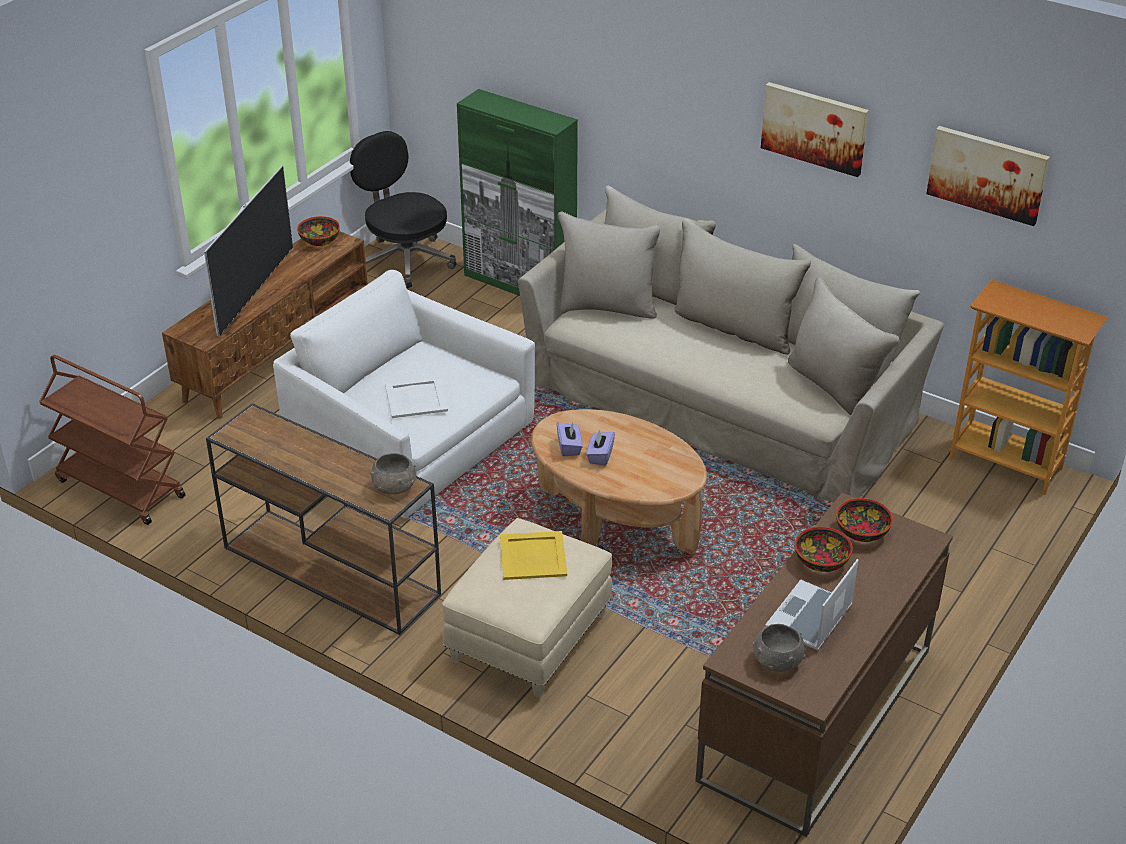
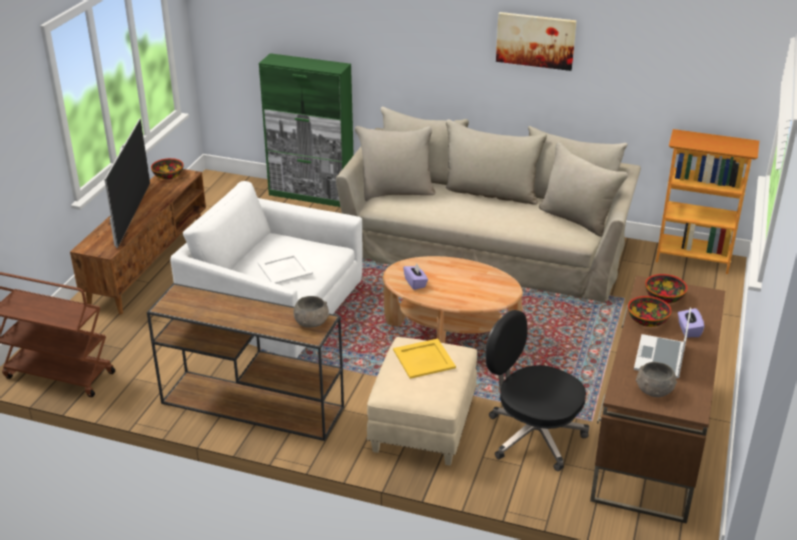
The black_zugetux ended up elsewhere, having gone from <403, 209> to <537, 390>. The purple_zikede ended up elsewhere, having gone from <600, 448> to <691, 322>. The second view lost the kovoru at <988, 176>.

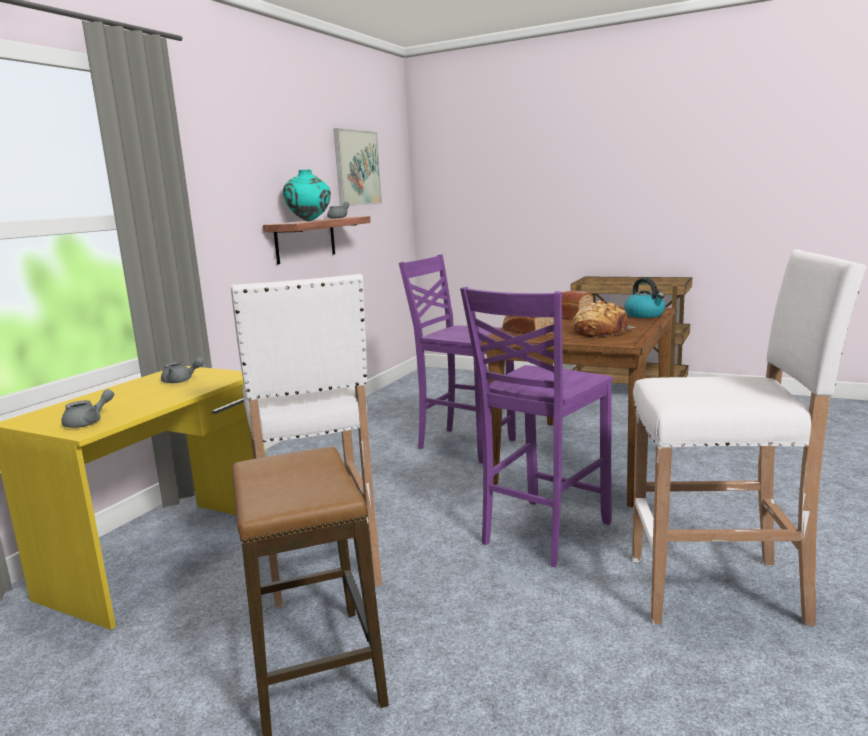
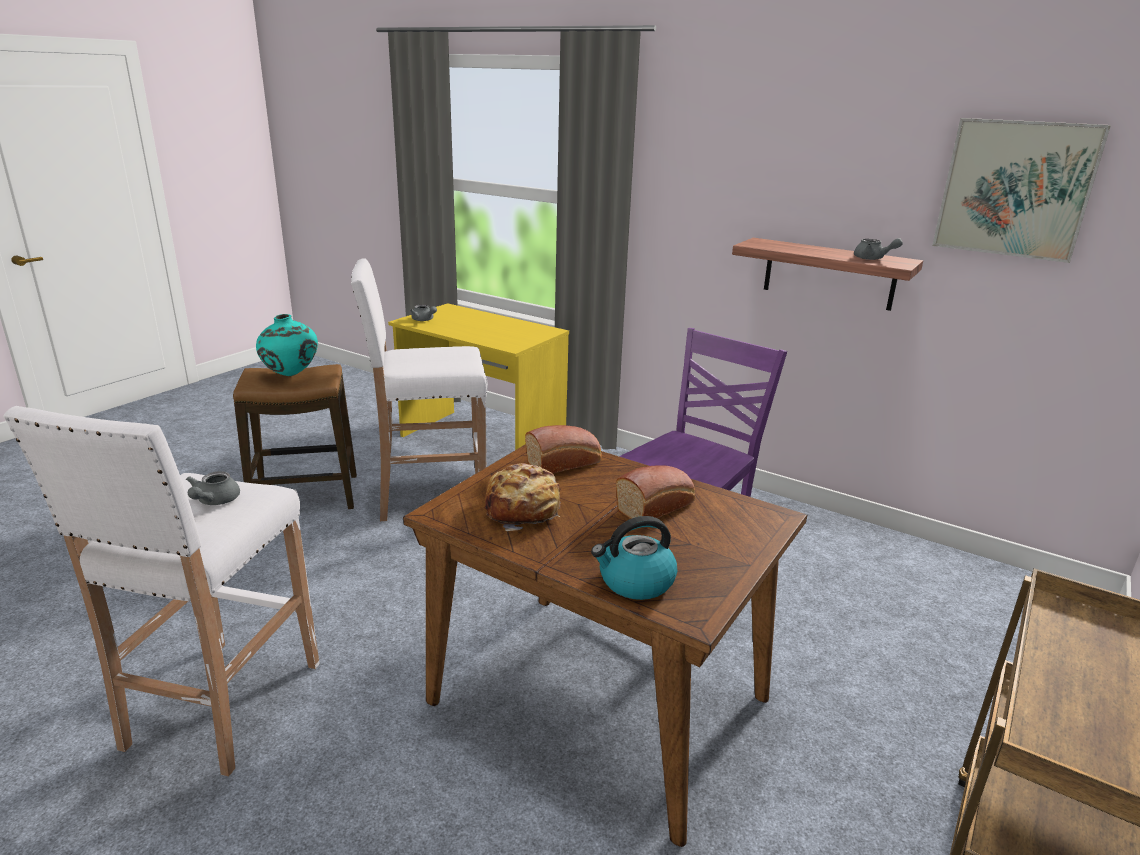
The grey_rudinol ended up elsewhere, having gone from <182, 370> to <213, 488>. The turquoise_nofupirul ended up elsewhere, having gone from <307, 195> to <287, 345>. The second view lost the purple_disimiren at <536, 427>.

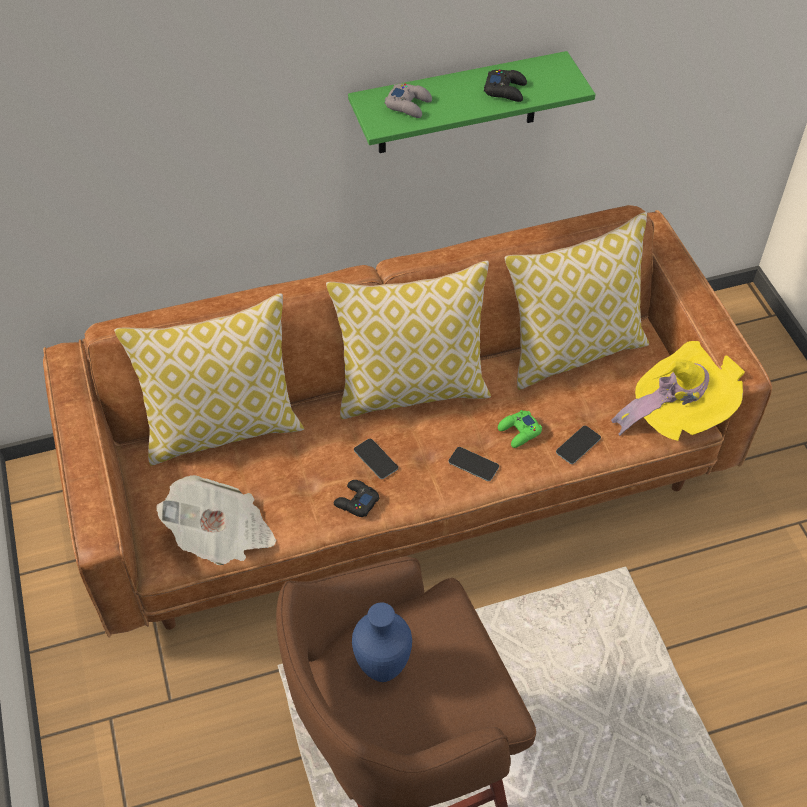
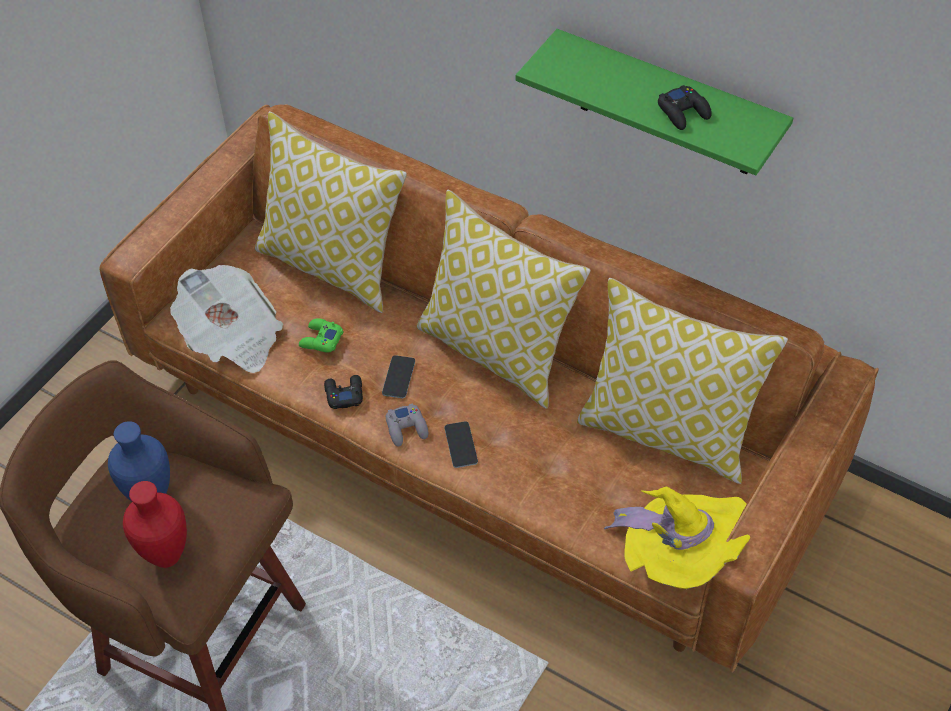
The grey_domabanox ended up elsewhere, having gone from <408, 100> to <407, 425>. The green_domabanox ended up elsewhere, having gone from <520, 429> to <321, 335>. The second view lost the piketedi at <578, 445>. The second view gained the red_nofupirul at <155, 524>.

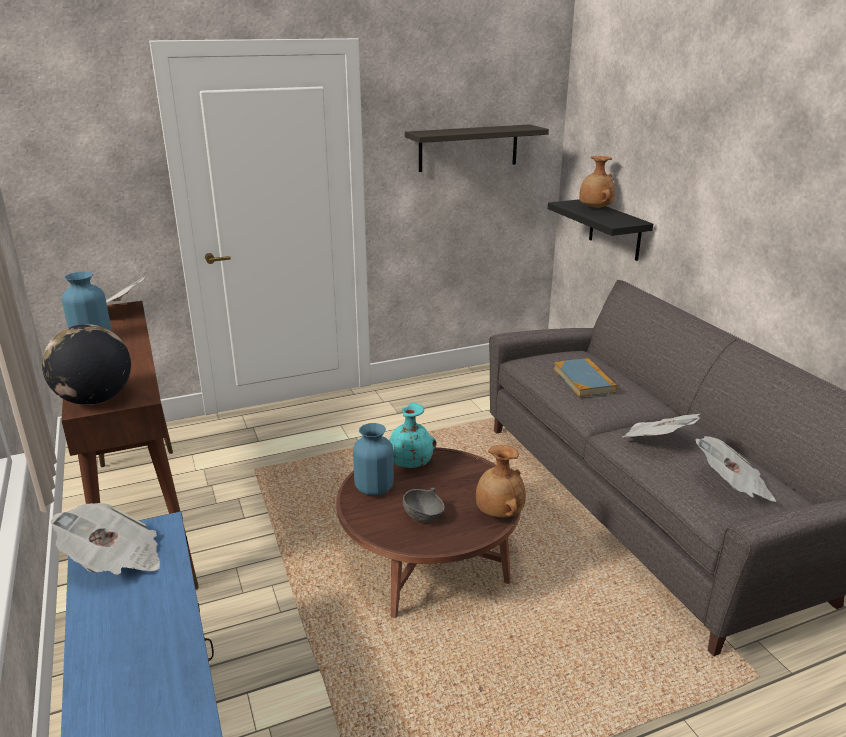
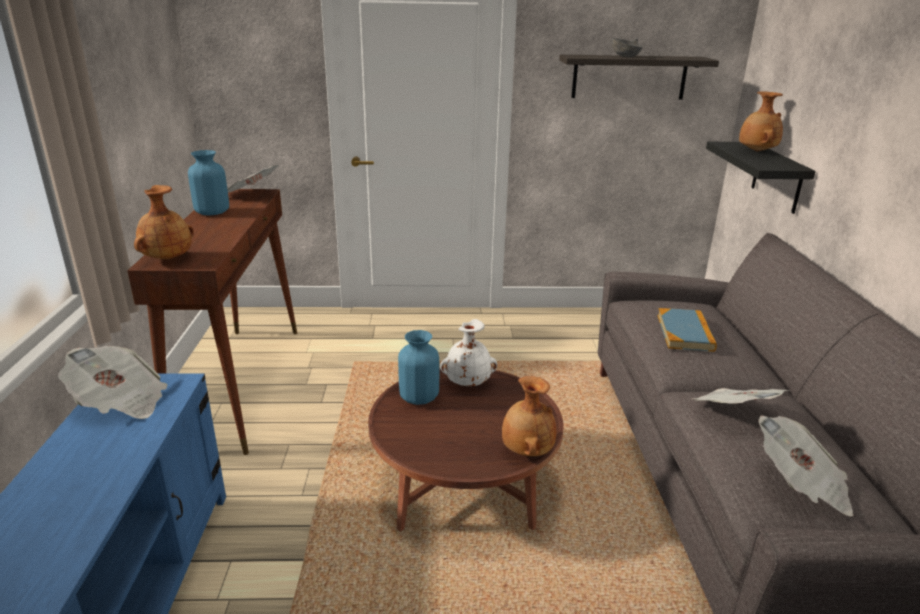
Where the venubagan stood at <86, 364>, the brown_nofupirul came to stand at <164, 222>. What was the turquoise_nofupirul at <413, 435> turned into the white_nofupirul at <468, 352>. The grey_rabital ended up elsewhere, having gone from <423, 504> to <627, 47>.

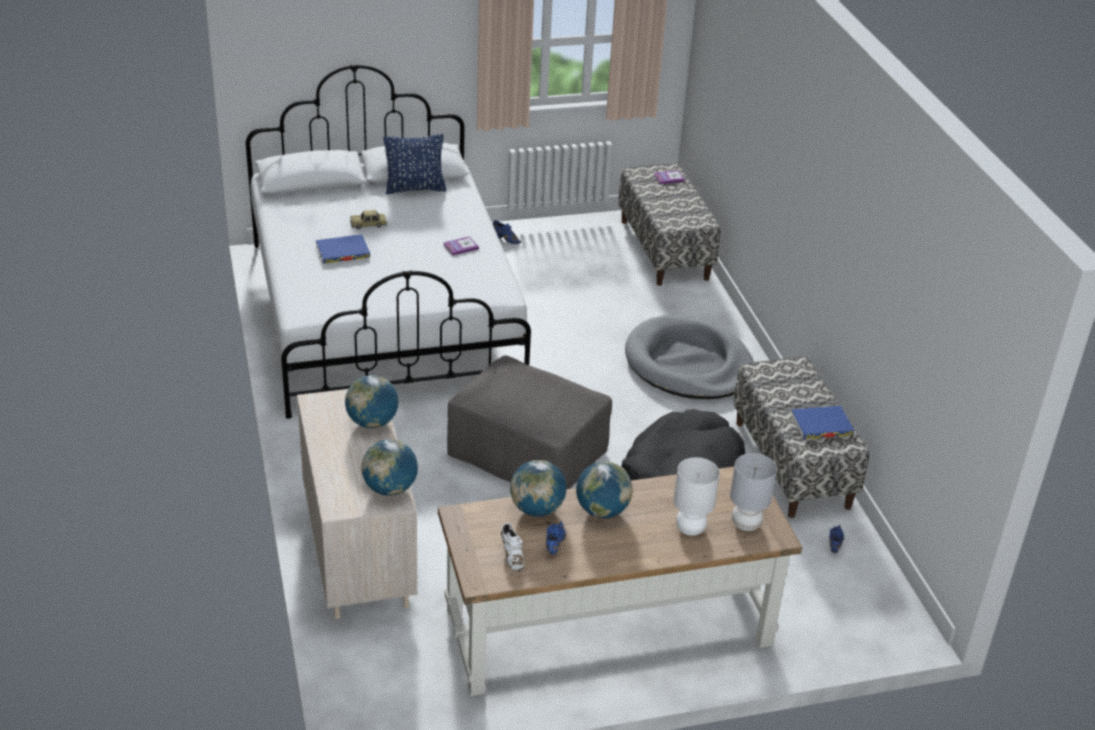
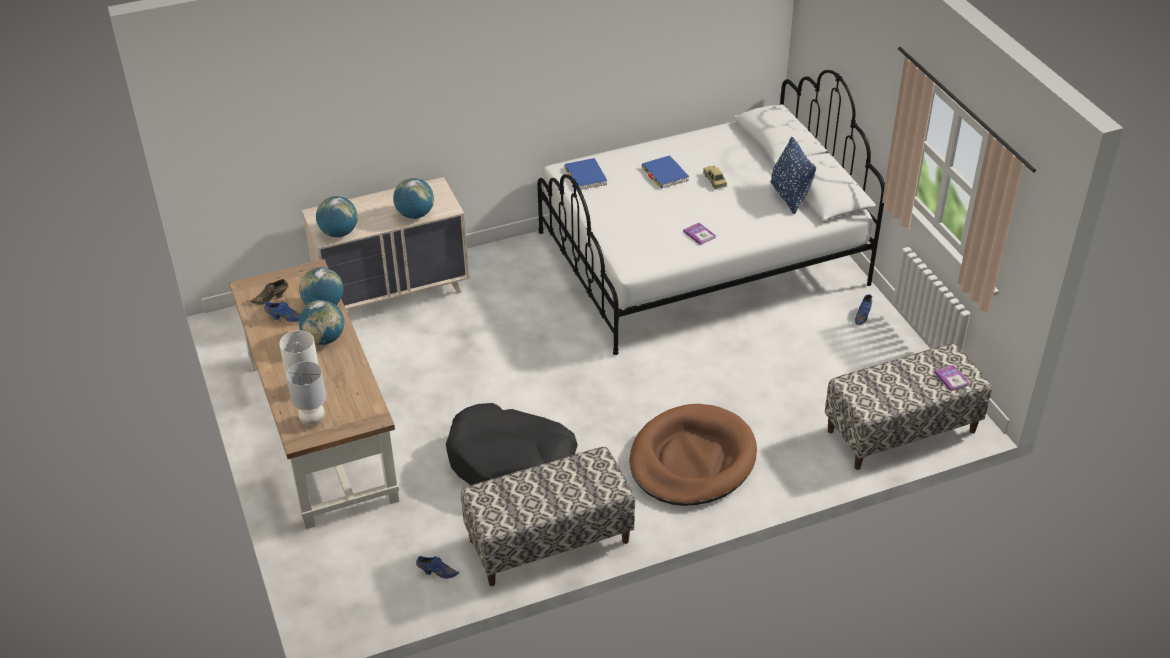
The second view lost the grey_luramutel at <529, 422>. What was the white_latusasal at <512, 547> turned into the brown_latusasal at <269, 292>. What was the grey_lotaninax at <689, 357> turned into the brown_lotaninax at <693, 455>. The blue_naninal ended up elsewhere, having gone from <822, 422> to <585, 173>.

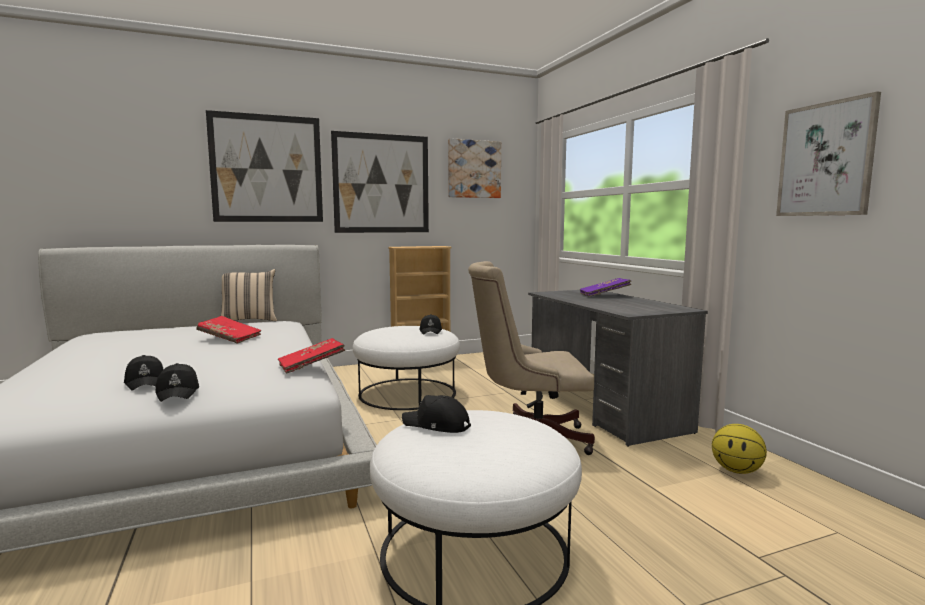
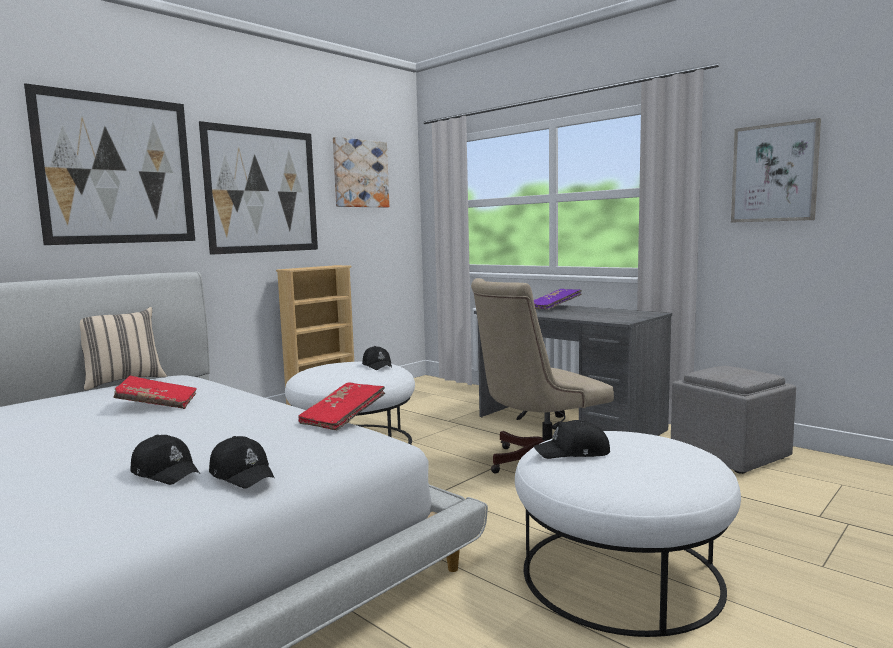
Where the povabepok stood at <739, 449>, the grey_luramutel came to stand at <733, 420>.

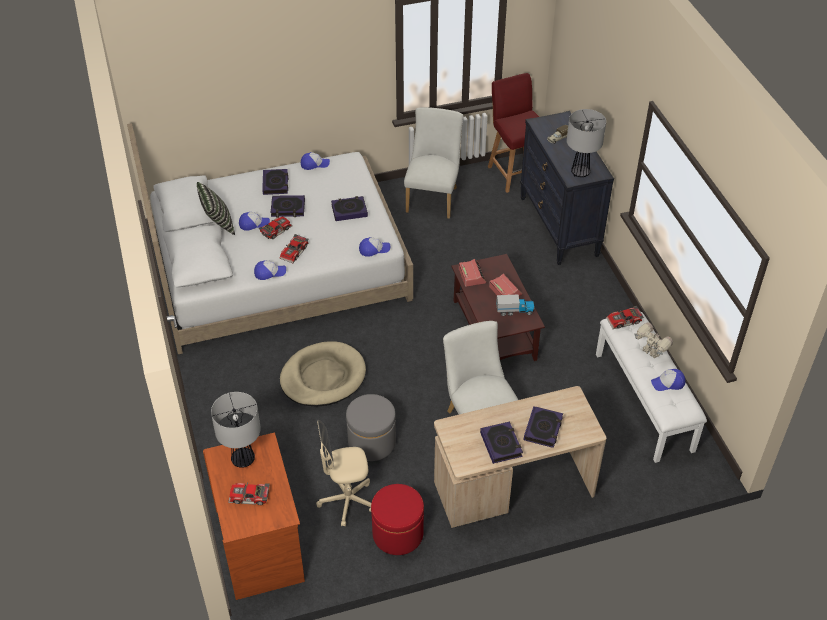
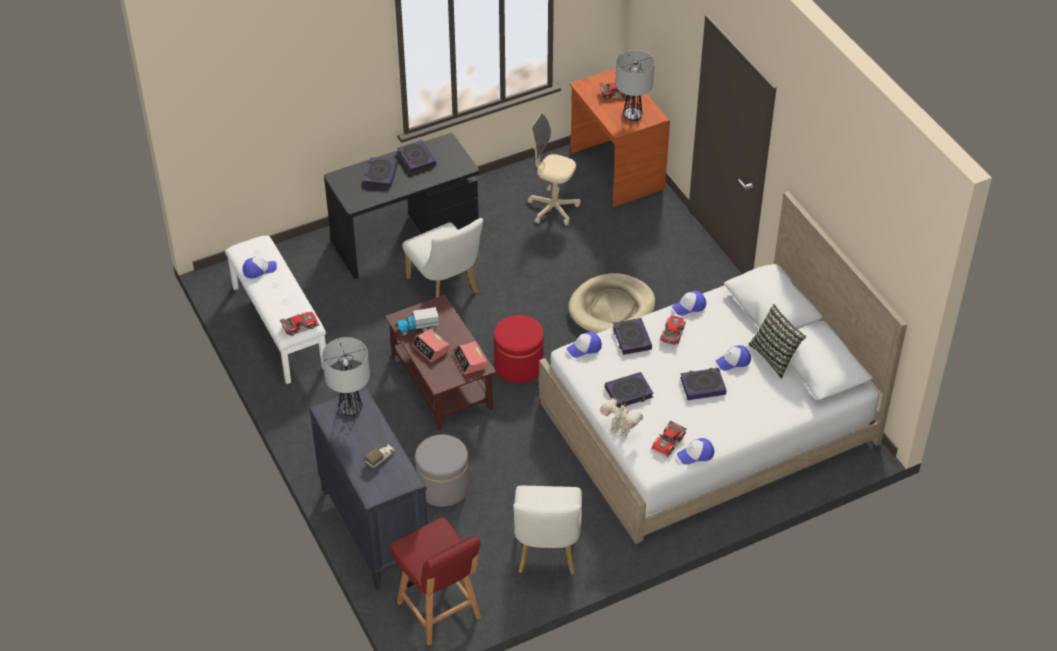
The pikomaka ended up elsewhere, having gone from <276, 227> to <669, 439>. The naninal ended up elsewhere, having gone from <275, 182> to <632, 336>. The beige_zugetux at <343, 473> ended up facing another way, 135 degrees counterclockwise from before. The grey_luramutel ended up elsewhere, having gone from <371, 427> to <442, 471>. The red_luramutel ended up elsewhere, having gone from <397, 519> to <519, 349>. What was the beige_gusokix at <520, 457> turned into the black_gusokix at <401, 206>. The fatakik ended up elsewhere, having gone from <653, 340> to <621, 418>.

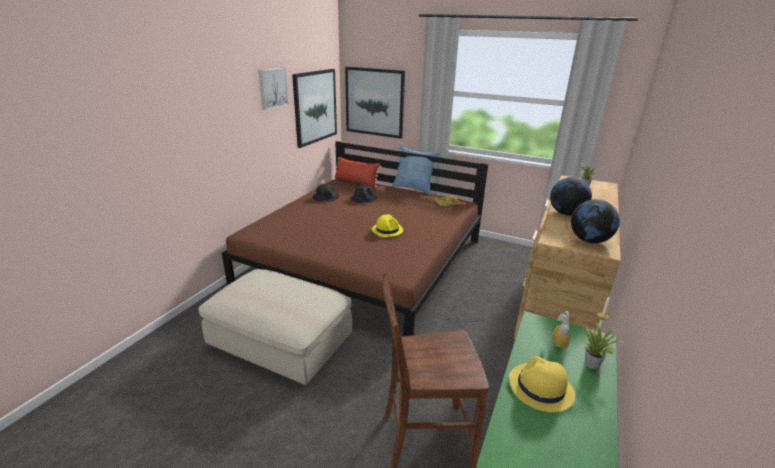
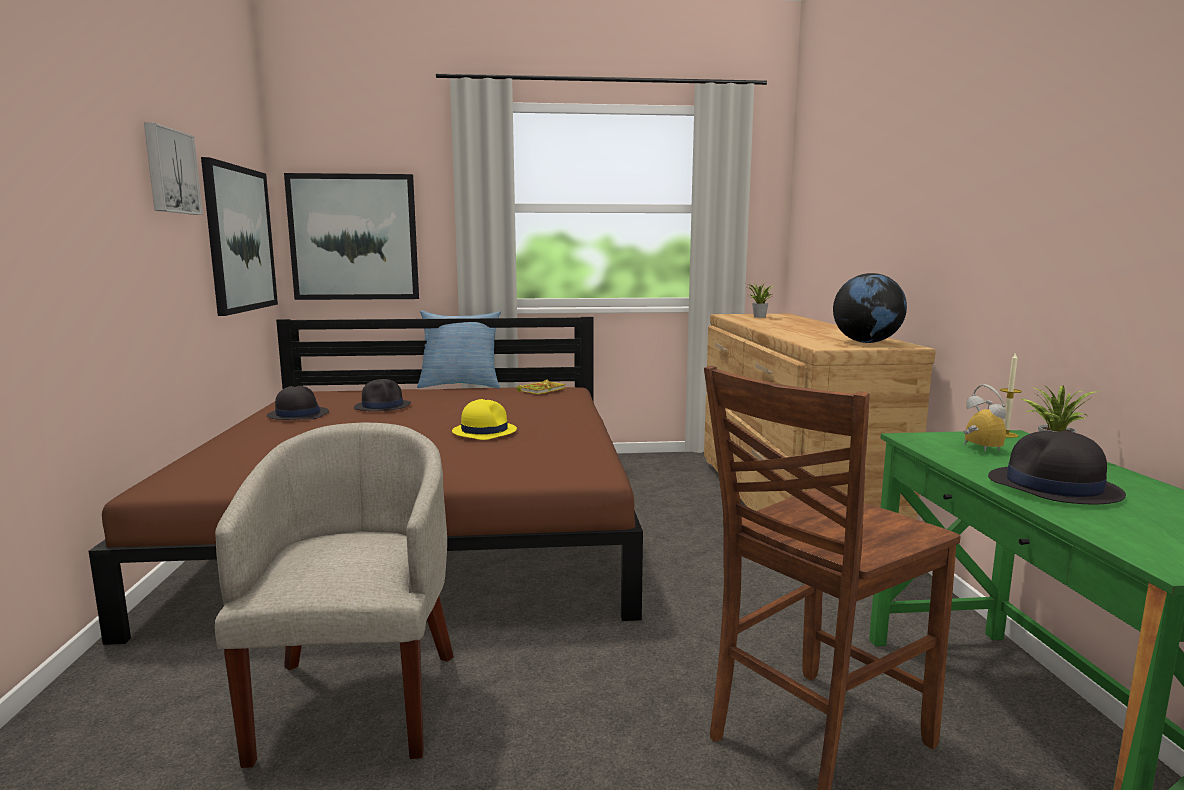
Where the beige_luramutel stood at <275, 327>, the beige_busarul came to stand at <334, 595>. The second view lost the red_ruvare at <357, 172>. What was the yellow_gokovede at <542, 384> turned into the black_gokovede at <1057, 467>. The second view lost the venubagan at <571, 196>.

